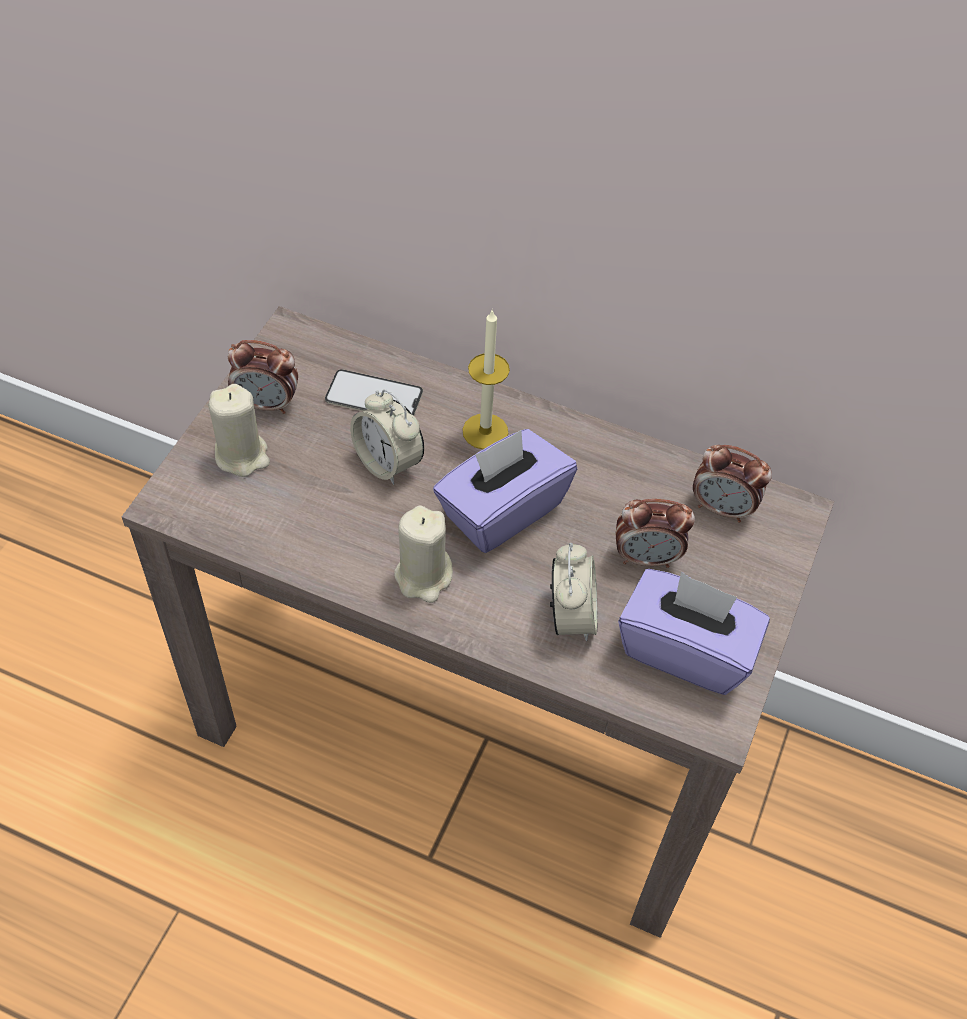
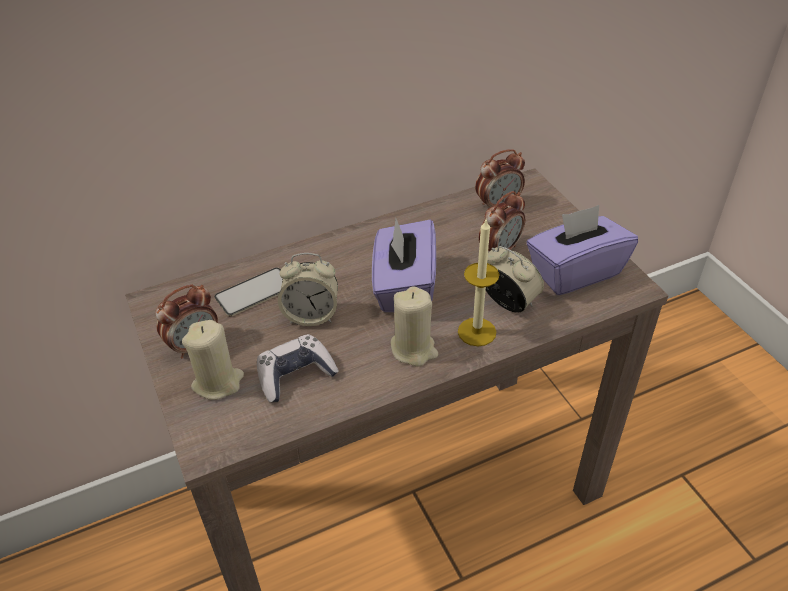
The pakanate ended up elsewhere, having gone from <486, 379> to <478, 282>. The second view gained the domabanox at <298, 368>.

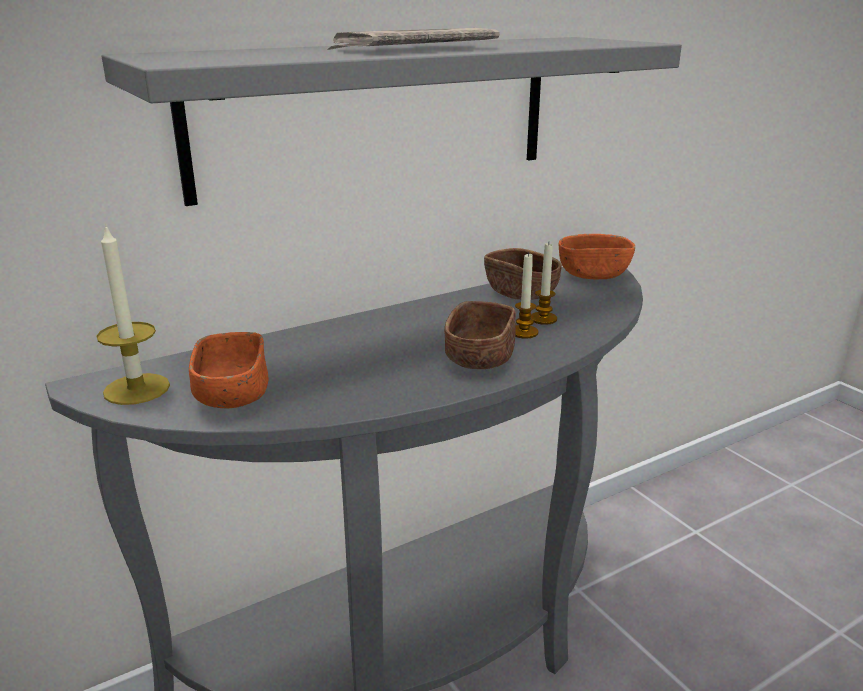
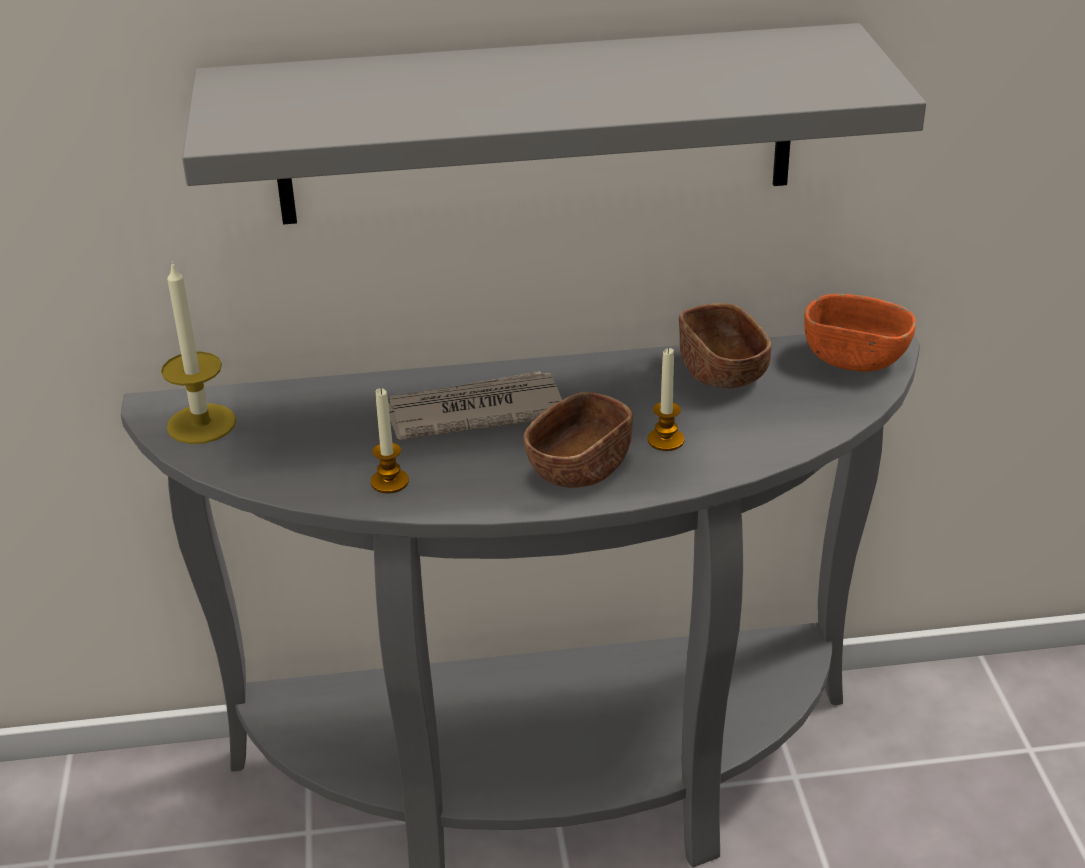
The second view lost the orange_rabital at <229, 370>. The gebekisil ended up elsewhere, having gone from <413, 39> to <475, 405>. The pakanate ended up elsewhere, having gone from <544, 284> to <390, 441>.

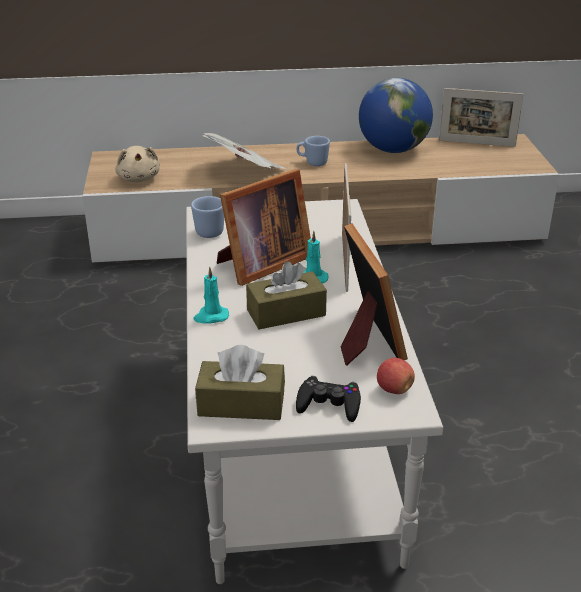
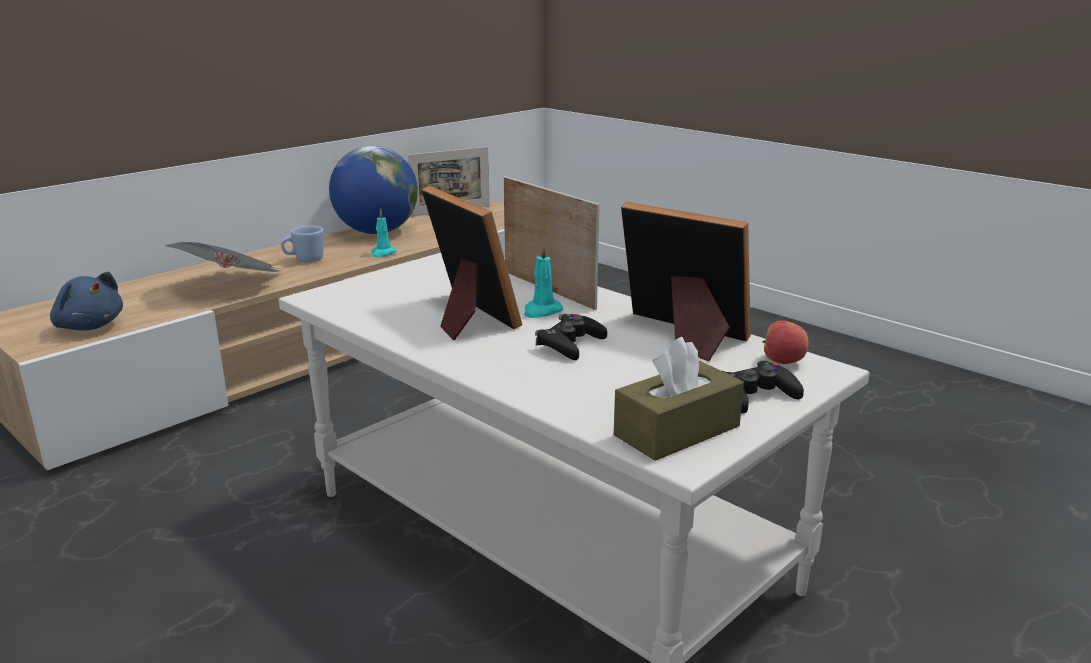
What was the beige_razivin at <137, 164> turned into the blue_razivin at <86, 301>. The second view lost the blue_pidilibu at <207, 217>. The turquoise_pakanate ended up elsewhere, having gone from <211, 295> to <384, 233>. The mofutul at <264, 227> ended up facing another way, 45 degrees counterclockwise from before. Where the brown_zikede stood at <286, 295>, the black_domabanox came to stand at <571, 337>.

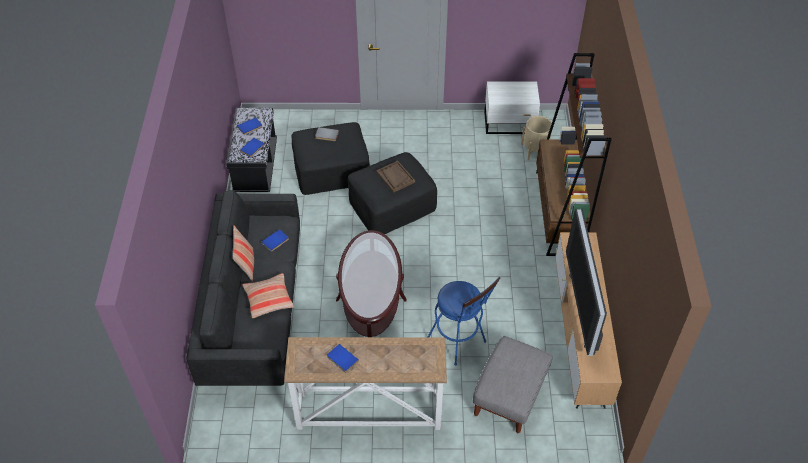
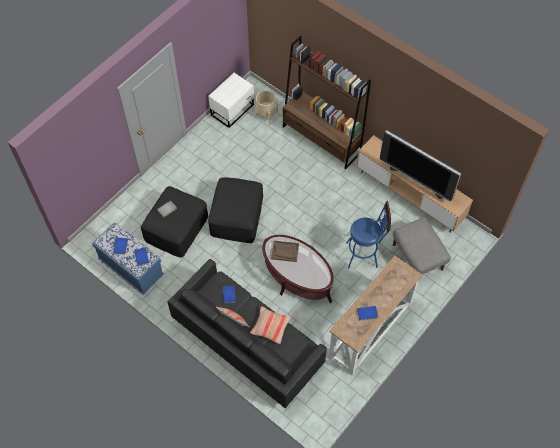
What was the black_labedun at <251, 150> turned into the blue_labedun at <128, 259>. The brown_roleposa ended up elsewhere, having gone from <395, 177> to <285, 251>.

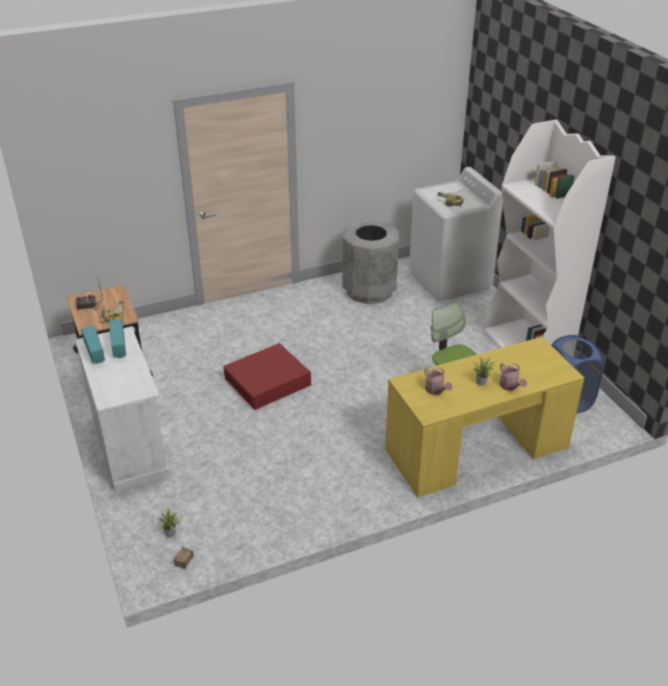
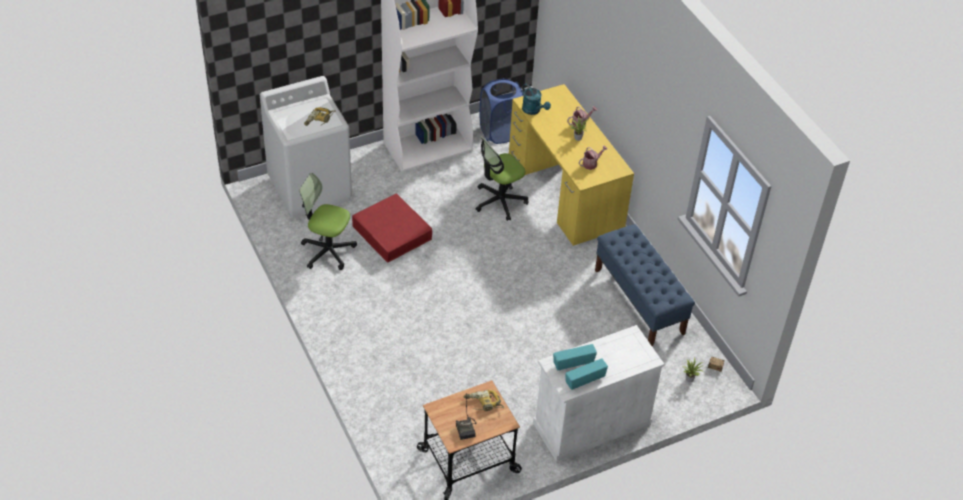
The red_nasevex ended up elsewhere, having gone from <267, 376> to <392, 228>. Where the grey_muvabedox stood at <370, 261>, the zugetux came to stand at <328, 221>. The second view gained the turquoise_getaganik at <536, 99>. The second view gained the blue_labedun at <645, 285>.

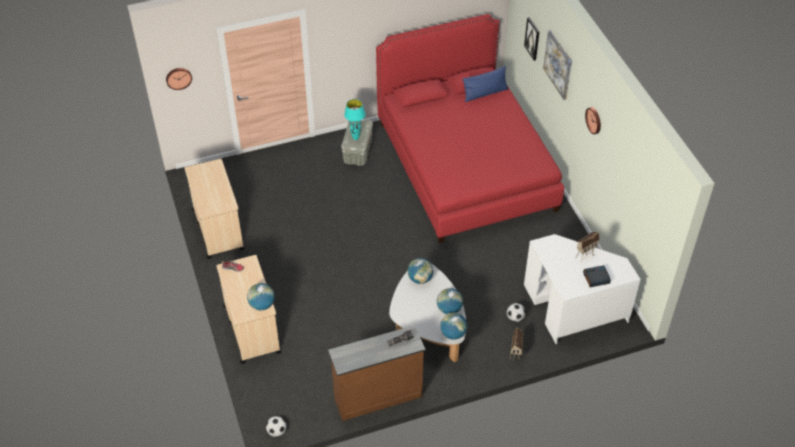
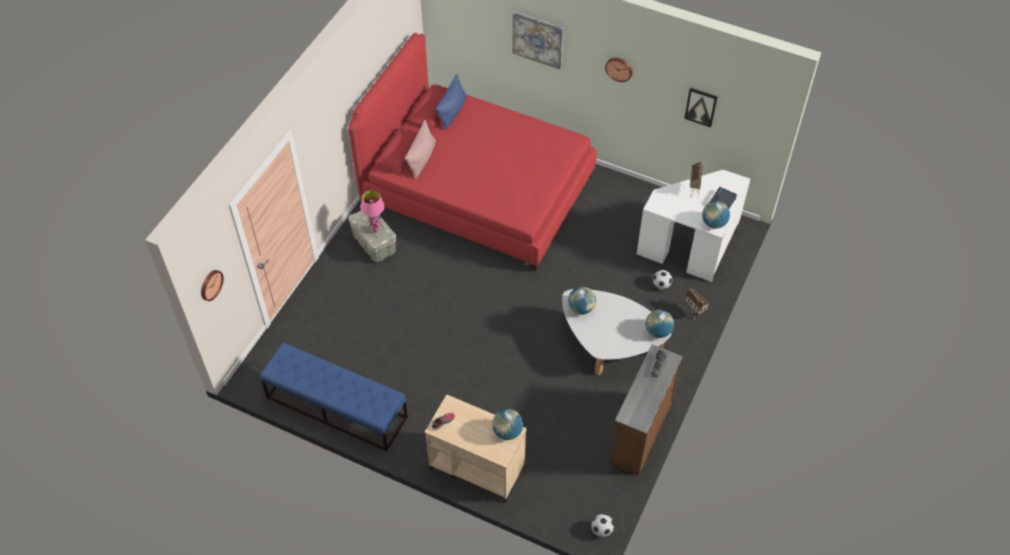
Where the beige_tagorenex stood at <214, 209>, the blue_labedun came to stand at <334, 397>. What was the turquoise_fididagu at <354, 119> turned into the pink_fididagu at <372, 211>. The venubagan ended up elsewhere, having gone from <450, 301> to <716, 214>. The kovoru ended up elsewhere, having gone from <531, 39> to <701, 107>. The second view gained the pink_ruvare at <420, 149>.

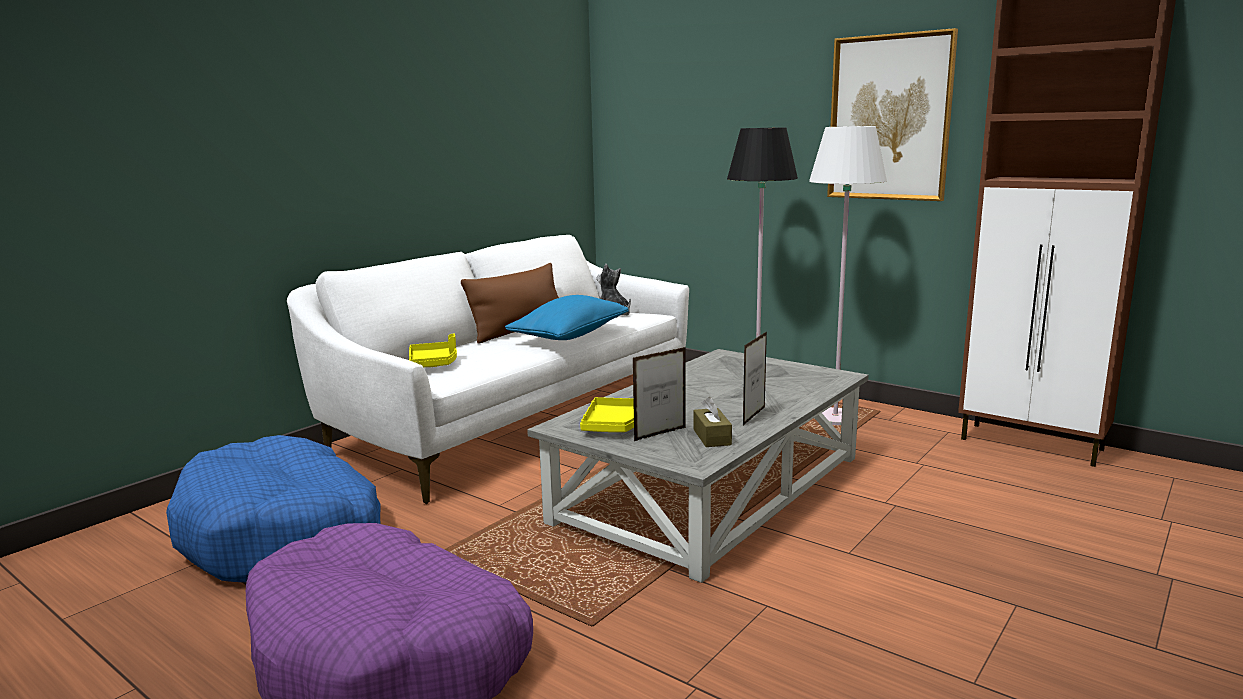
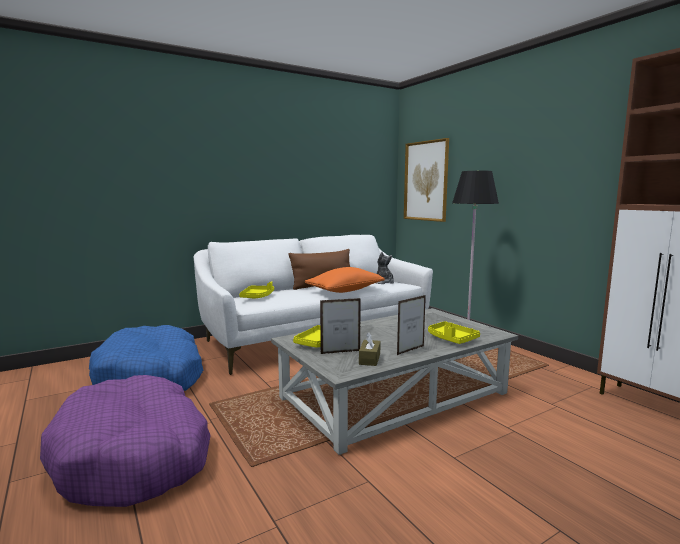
What was the blue_ruvare at <567, 317> turned into the orange_ruvare at <345, 280>. The second view lost the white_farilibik at <848, 275>. The kovoru ended up elsewhere, having gone from <892, 114> to <426, 180>. The second view gained the yellow_roleposa at <454, 332>.

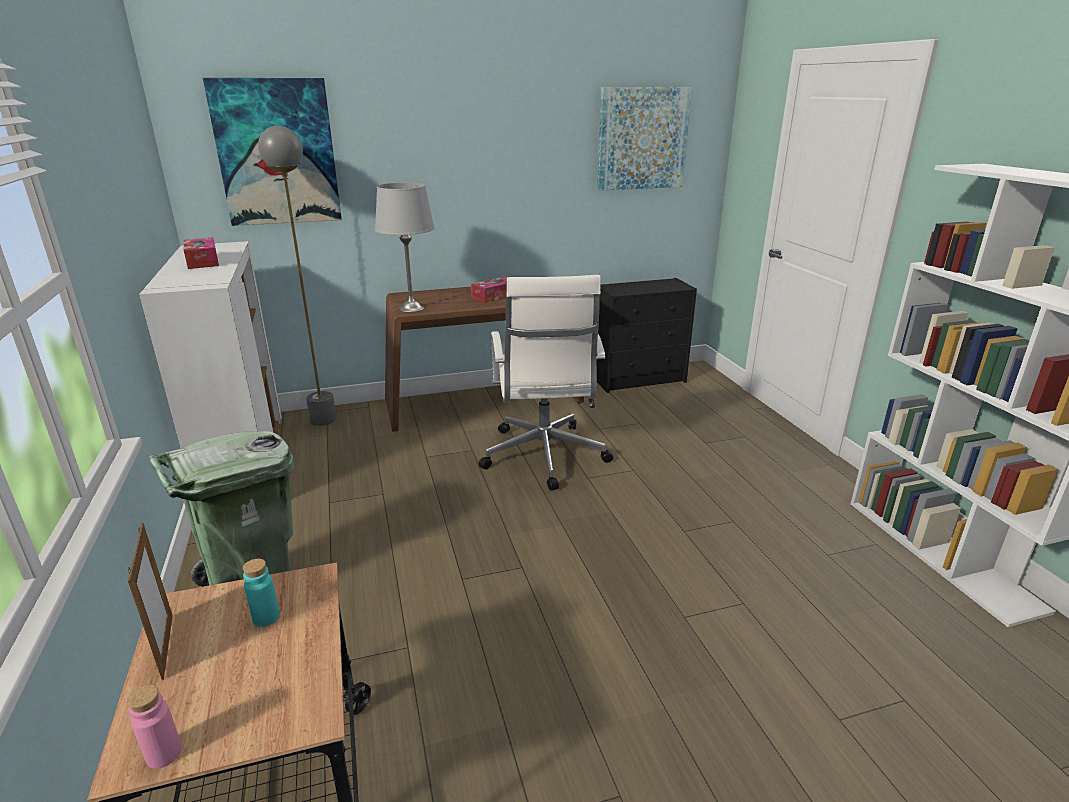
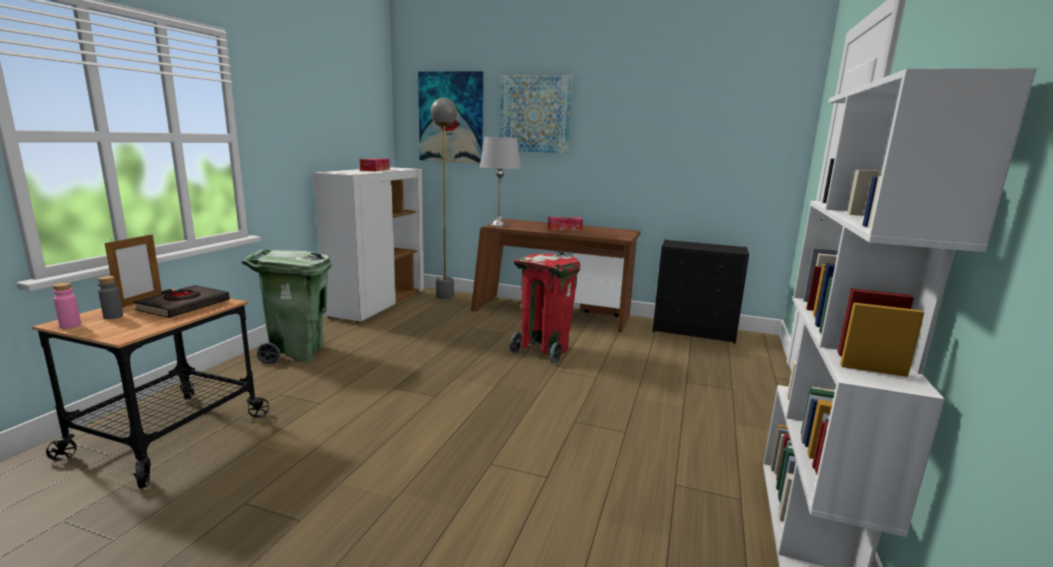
Where the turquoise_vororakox stood at <261, 593>, the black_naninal came to stand at <181, 301>. Where the white_zugetux stood at <546, 382>, the red_muvabedox came to stand at <544, 308>. The kovoru ended up elsewhere, having gone from <644, 139> to <536, 114>. The second view gained the grey_vororakox at <110, 297>.

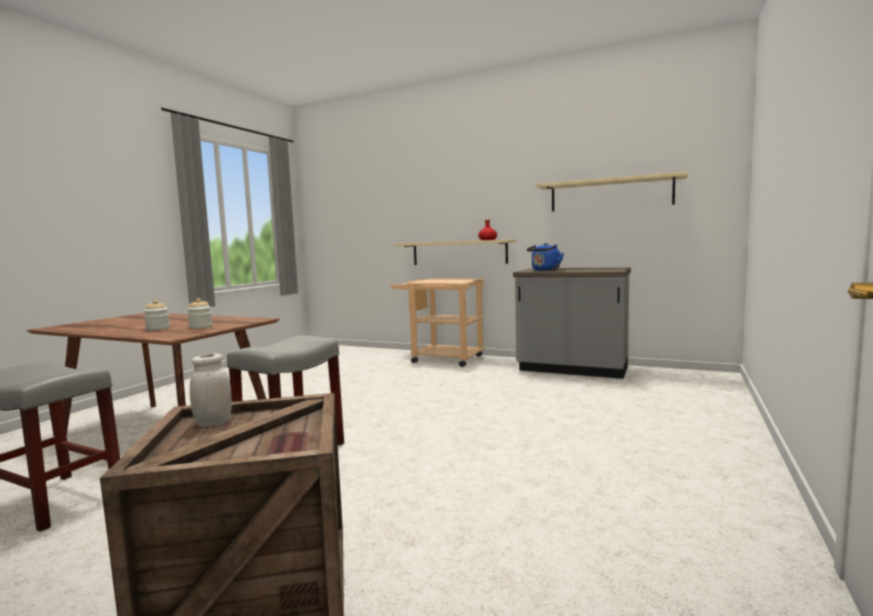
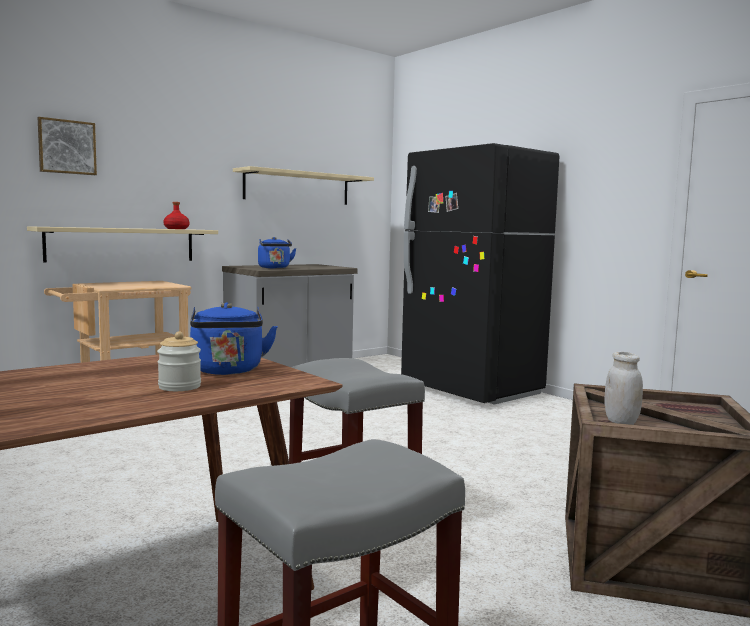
Where the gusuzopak stood at <199, 314>, the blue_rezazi came to stand at <234, 338>. The second view gained the kovoru at <67, 146>. The second view gained the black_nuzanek at <480, 274>.

